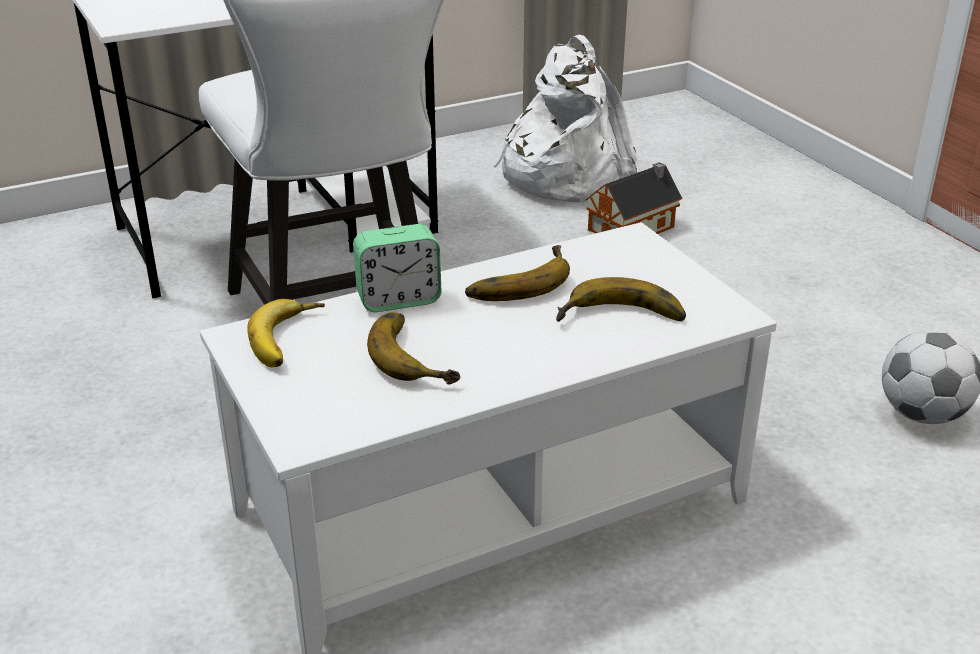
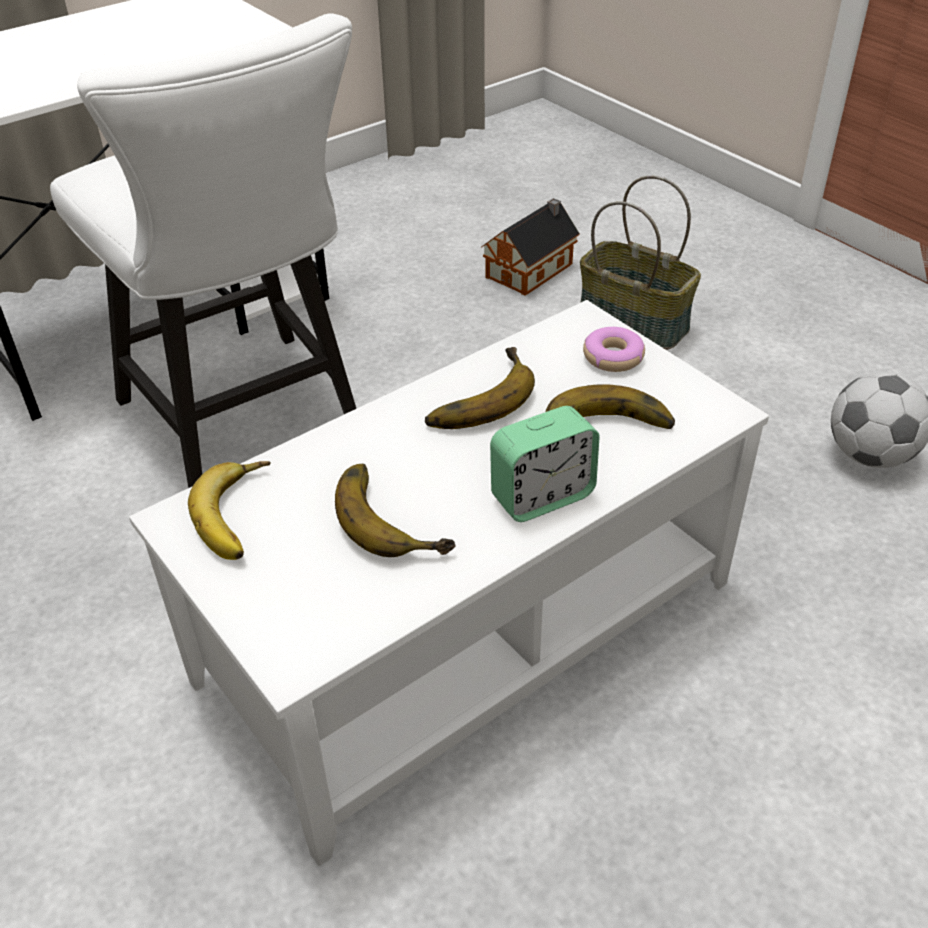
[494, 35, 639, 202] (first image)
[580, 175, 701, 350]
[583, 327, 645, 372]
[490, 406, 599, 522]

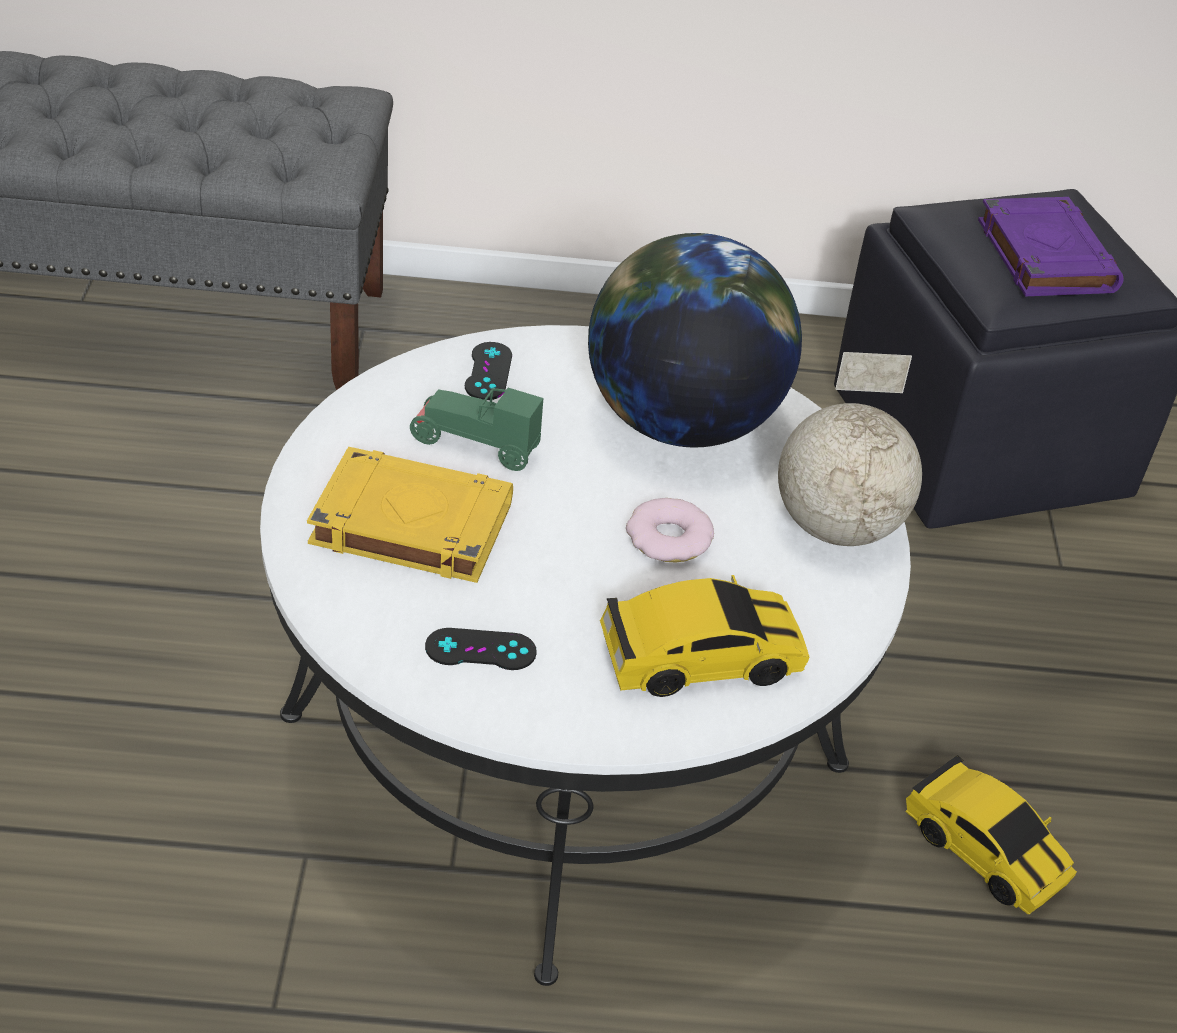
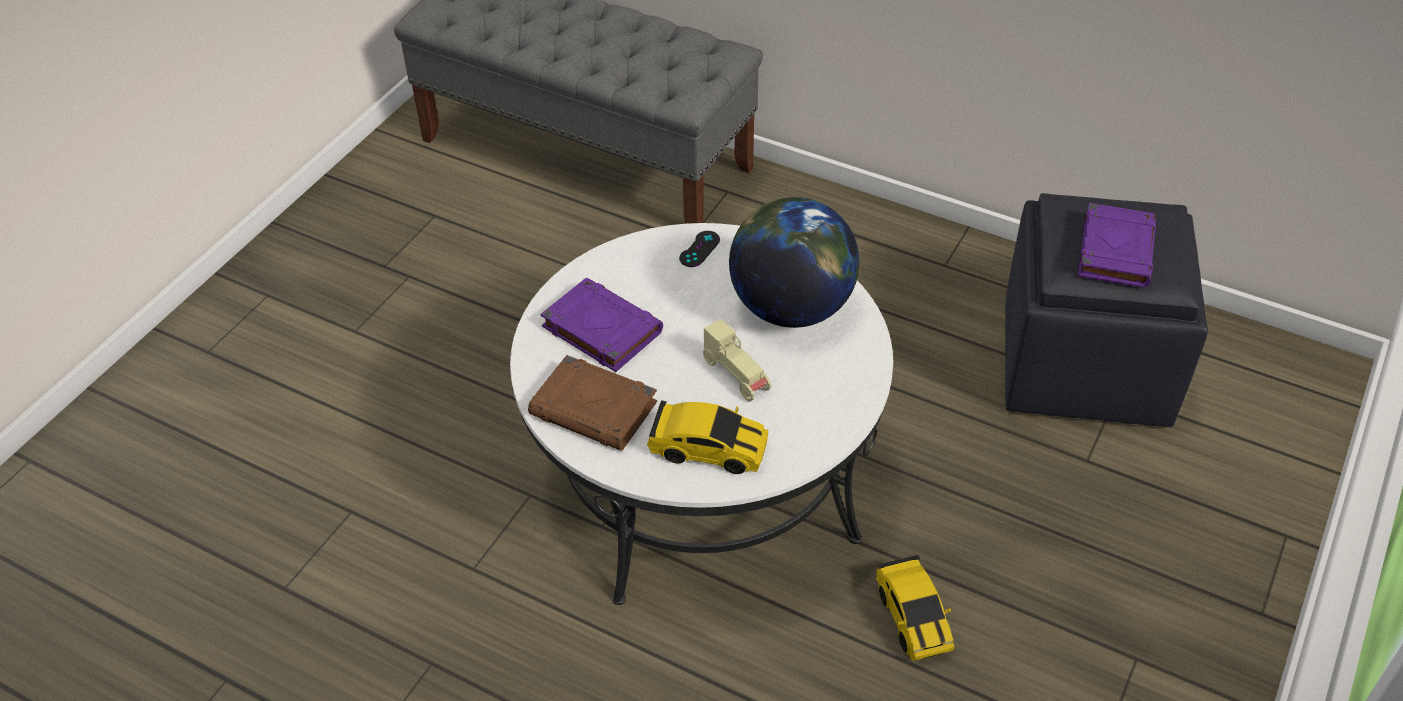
[410, 388, 543, 471] (first image)
[778, 352, 922, 546] (first image)
[528, 355, 657, 451]
[703, 319, 771, 402]
[540, 277, 663, 372]

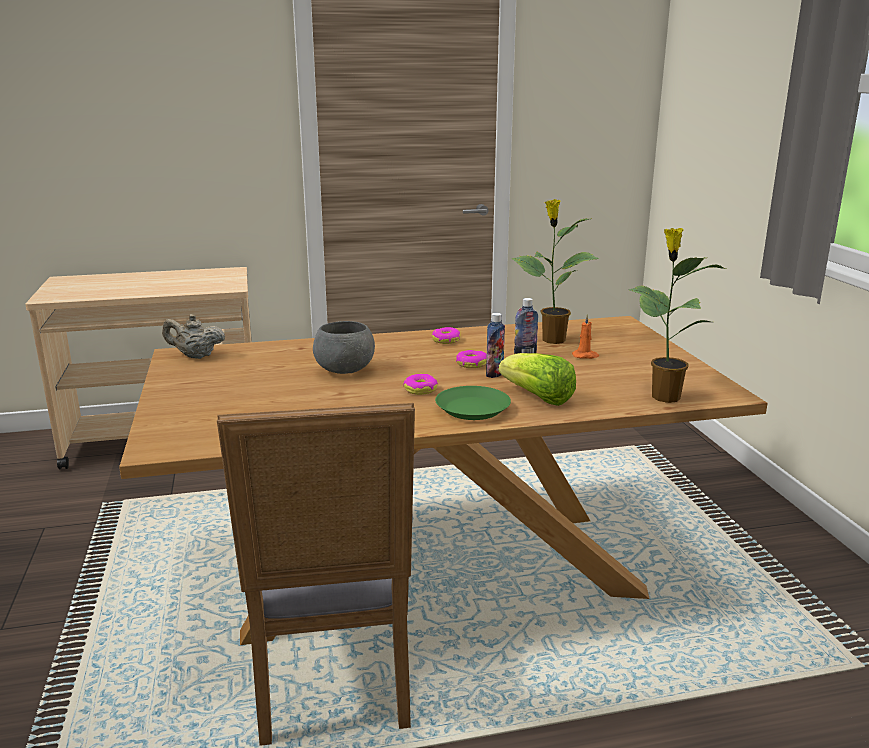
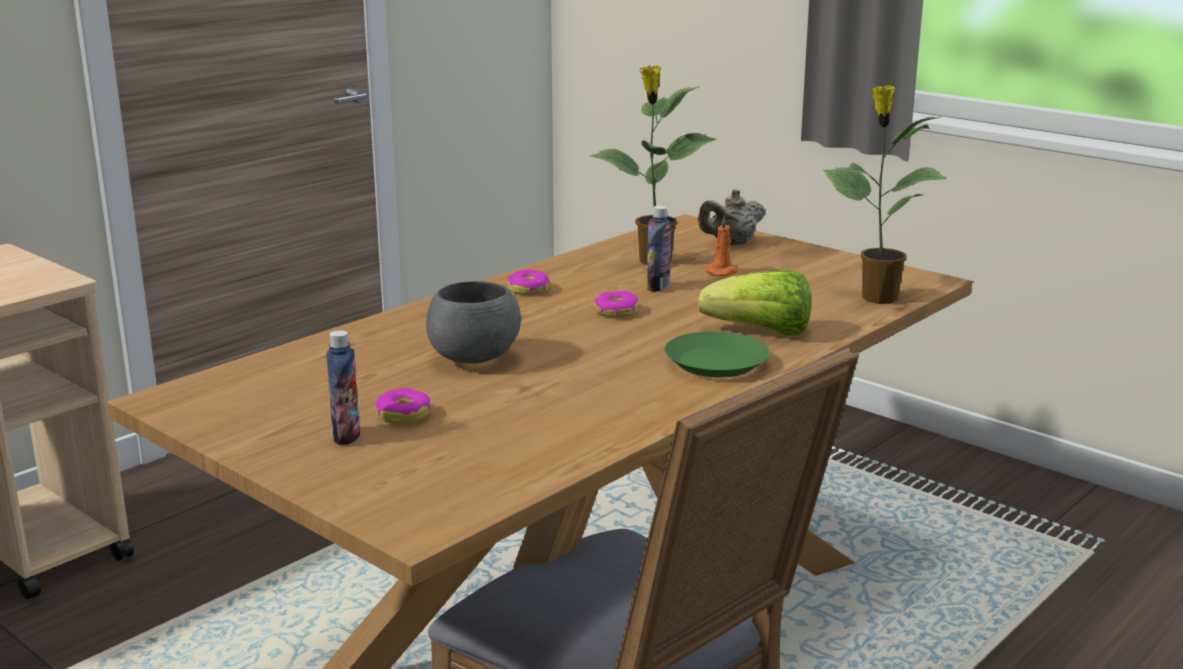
[698, 189, 765, 245]
[375, 388, 431, 424]
[326, 330, 360, 445]

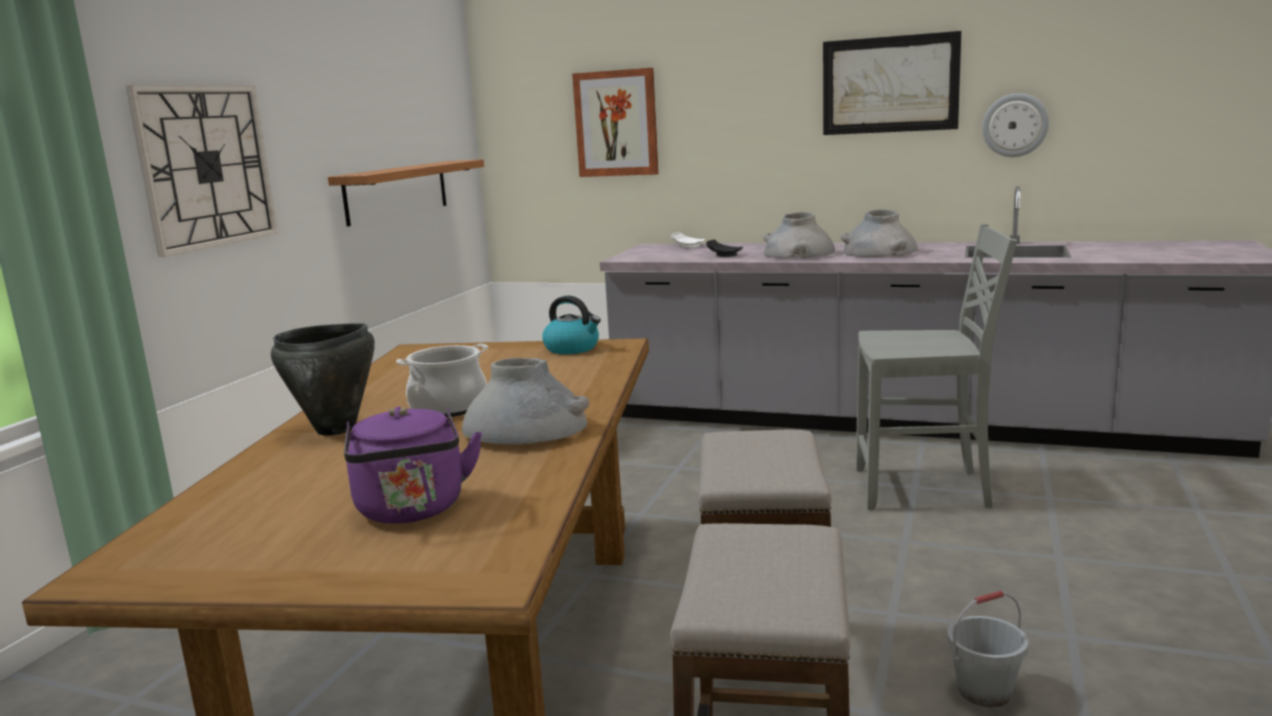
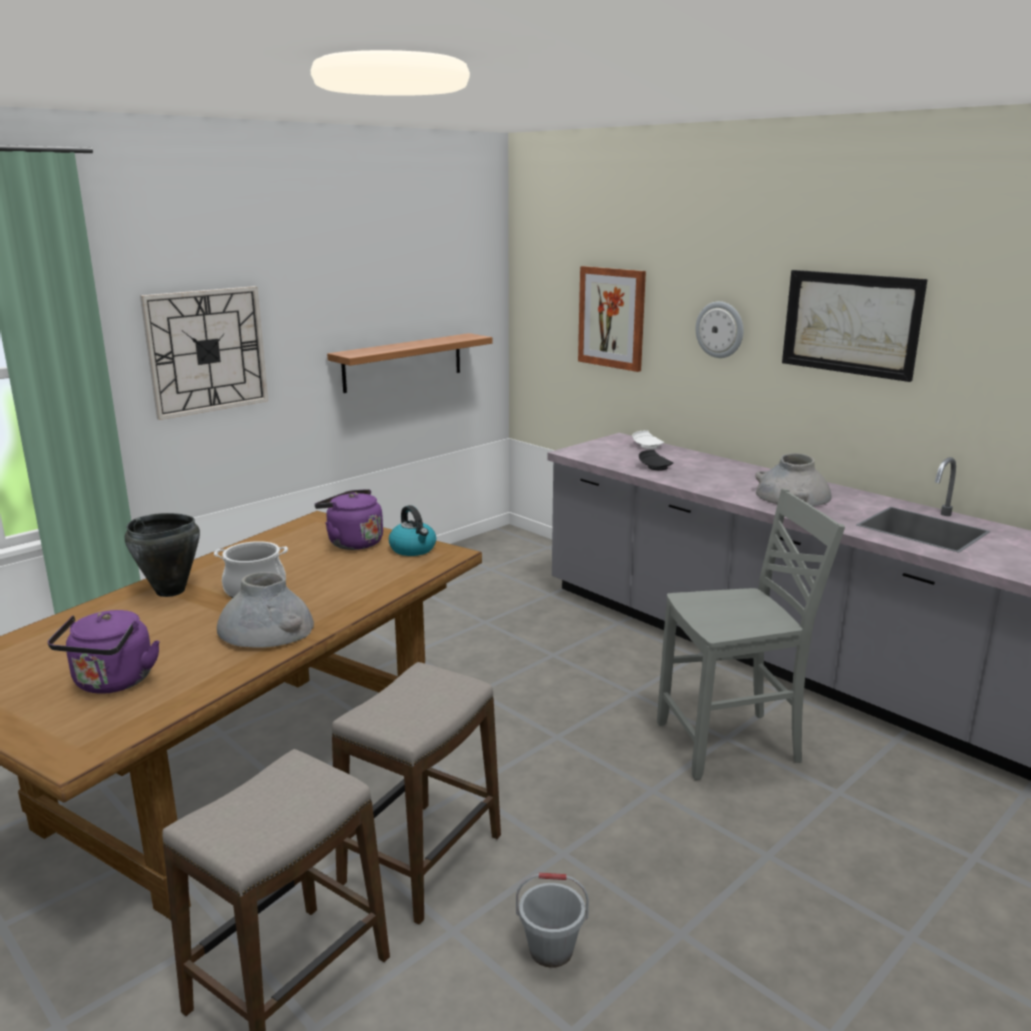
[764, 212, 835, 258] (first image)
[315, 489, 383, 550]
[696, 301, 744, 358]
[657, 489, 845, 780]

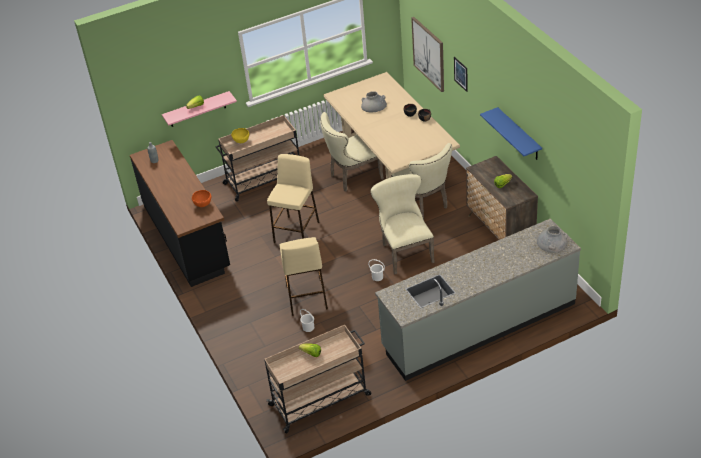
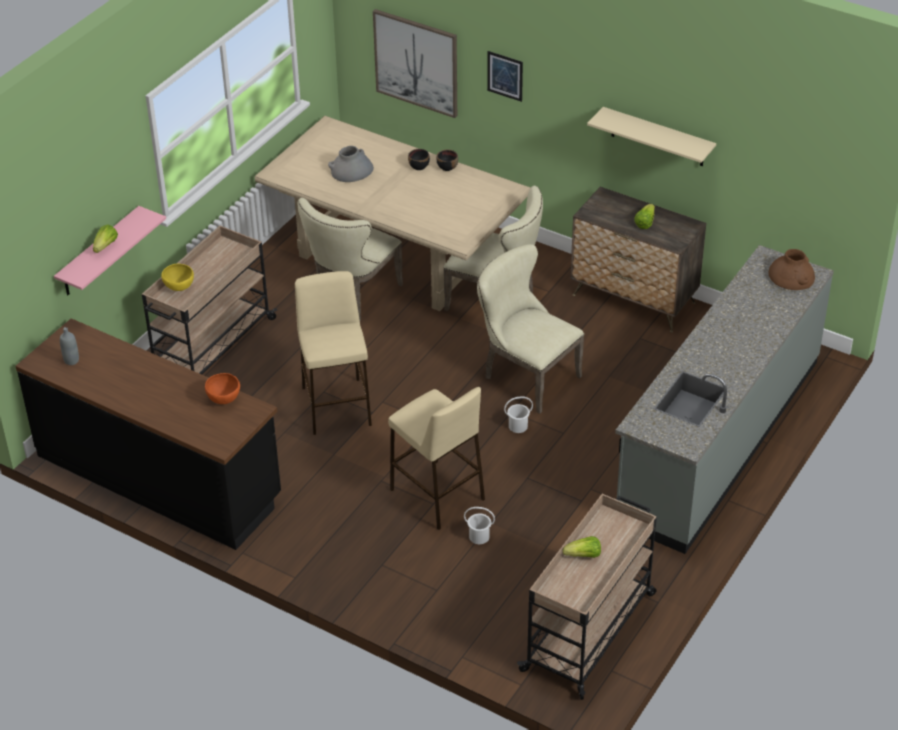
[587, 107, 716, 166]
[768, 249, 815, 290]

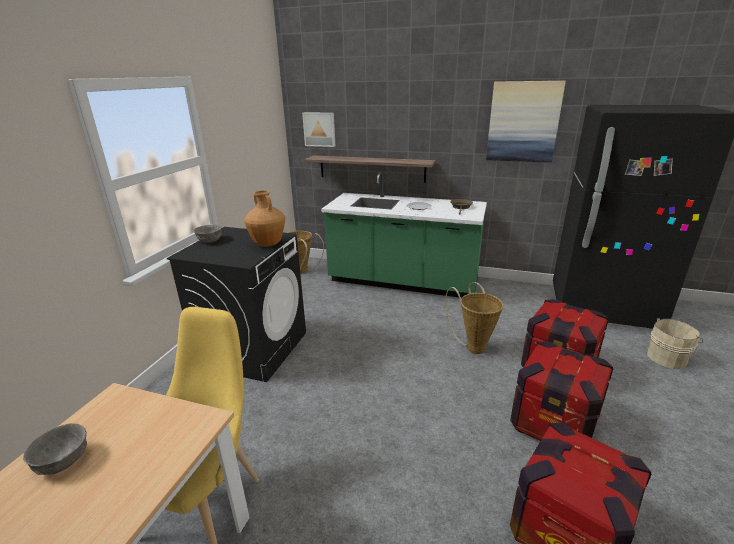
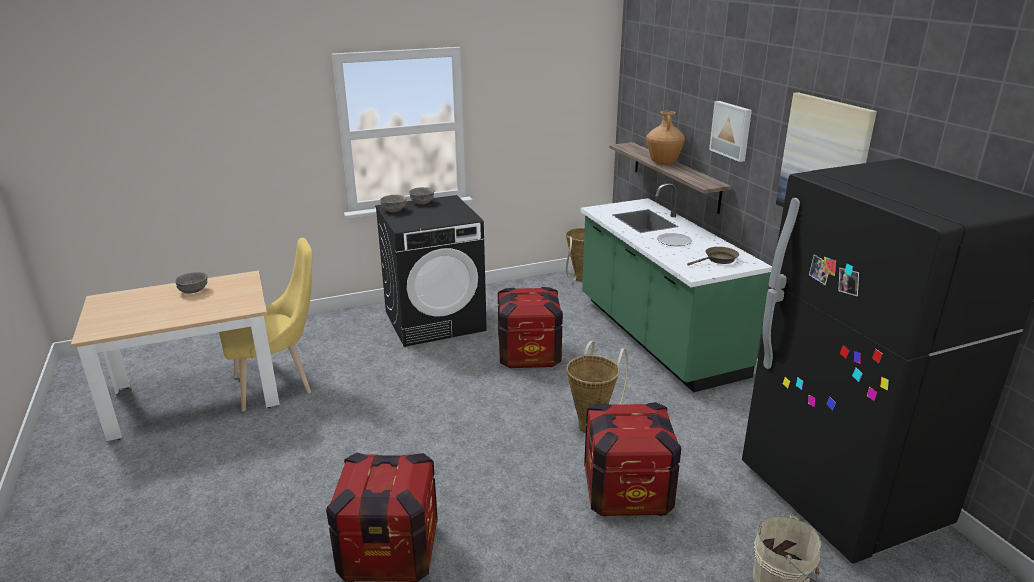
[380, 195, 407, 212]
[646, 111, 685, 165]
[709, 101, 752, 162]
[498, 287, 563, 368]

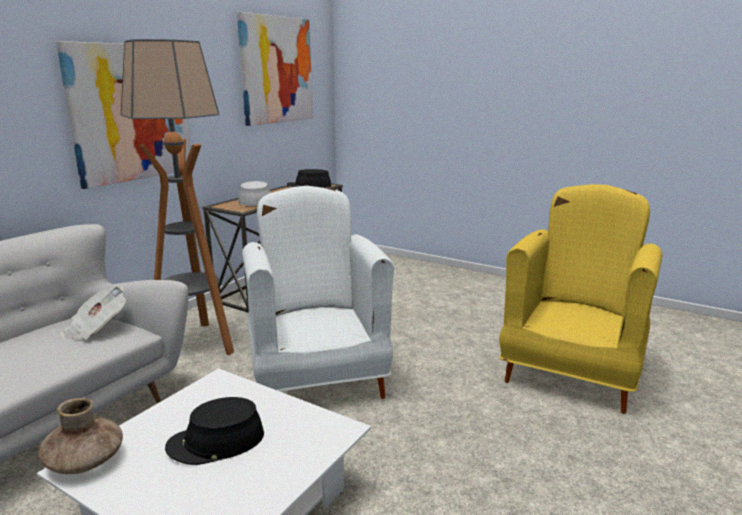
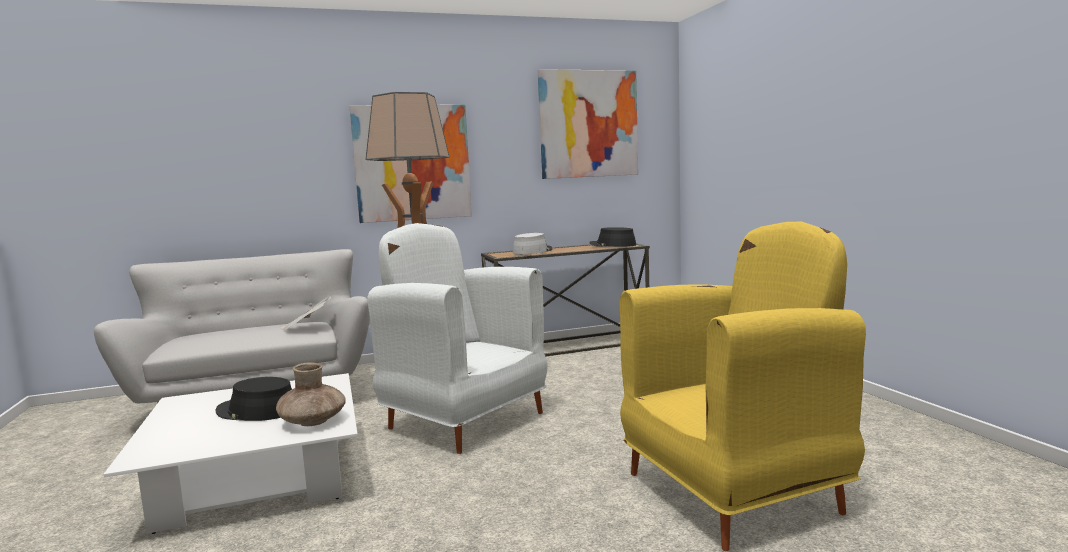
[276, 362, 346, 426]
[367, 223, 548, 454]

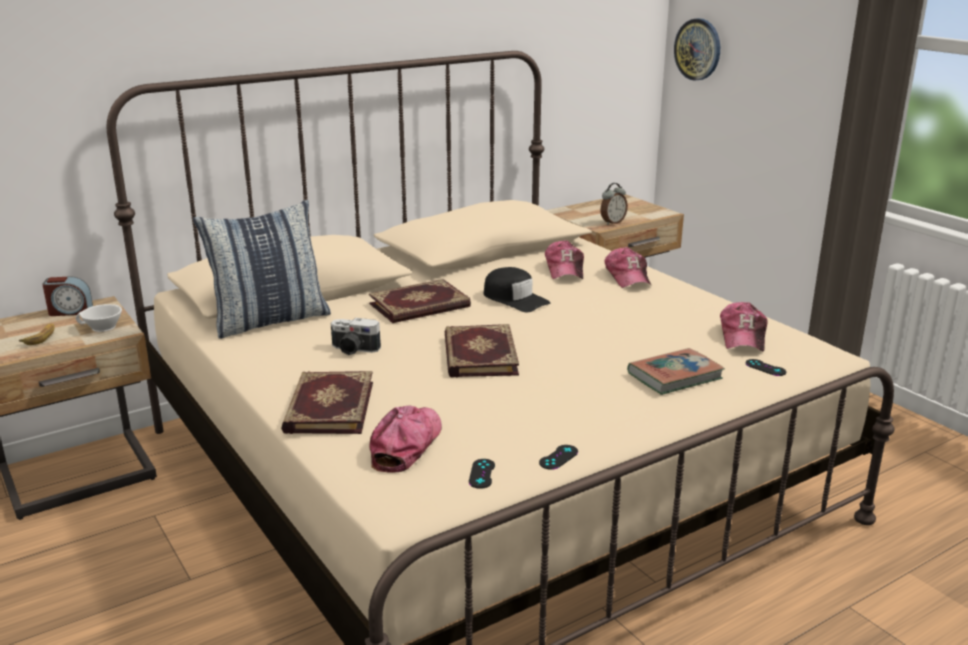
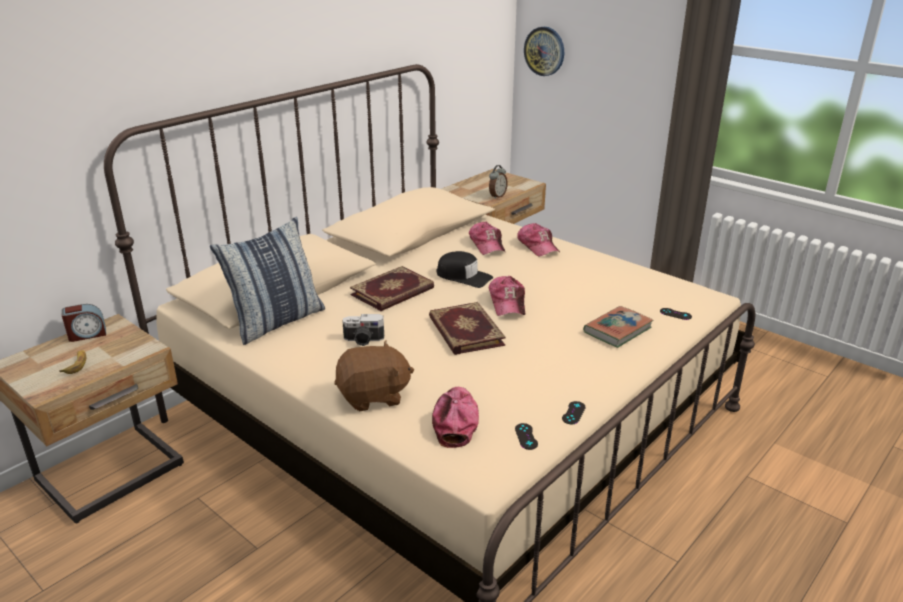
[76, 304, 122, 332] (first image)
[489, 276, 525, 316]
[334, 340, 414, 411]

